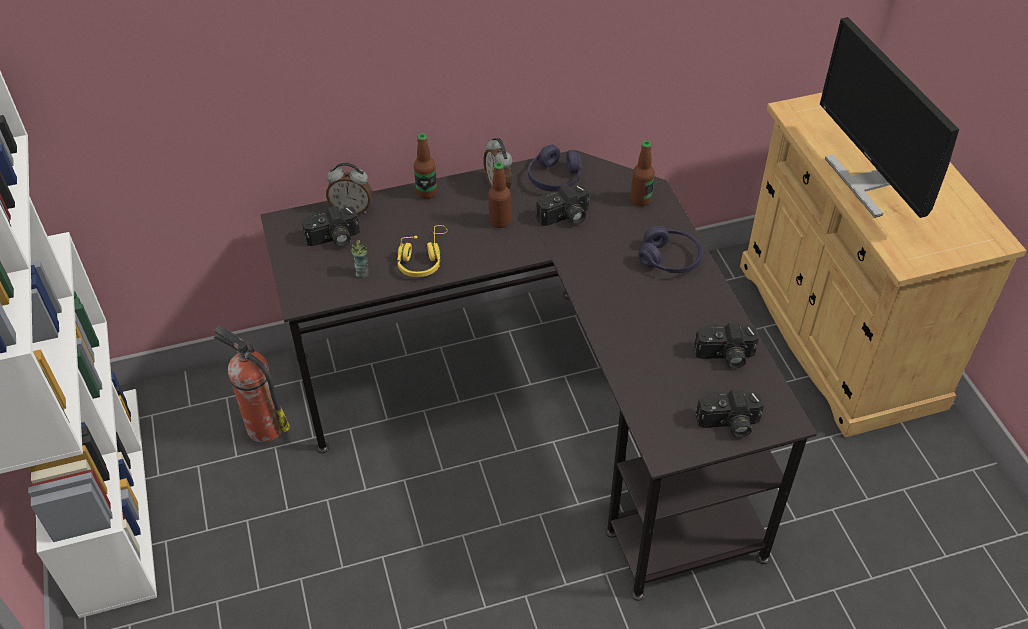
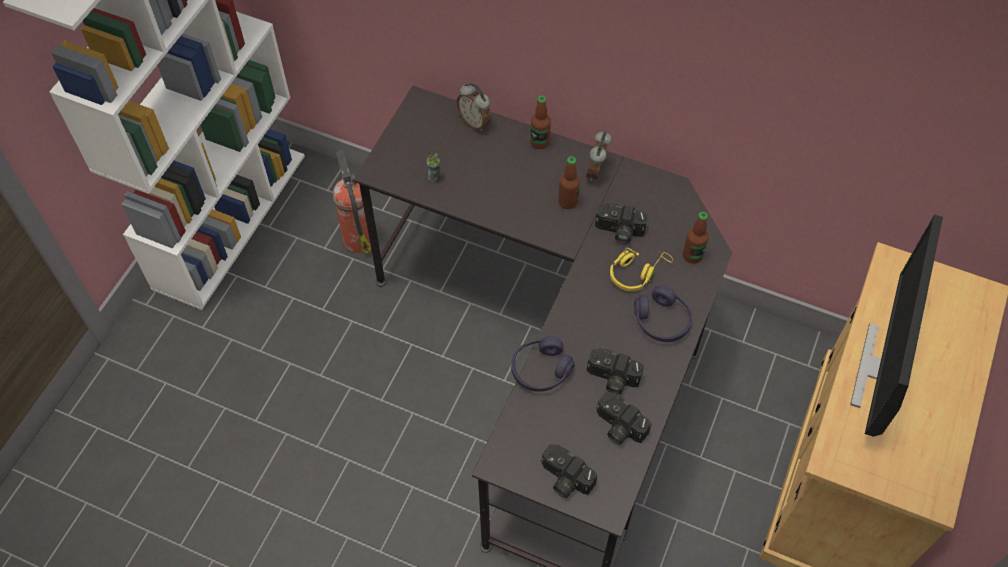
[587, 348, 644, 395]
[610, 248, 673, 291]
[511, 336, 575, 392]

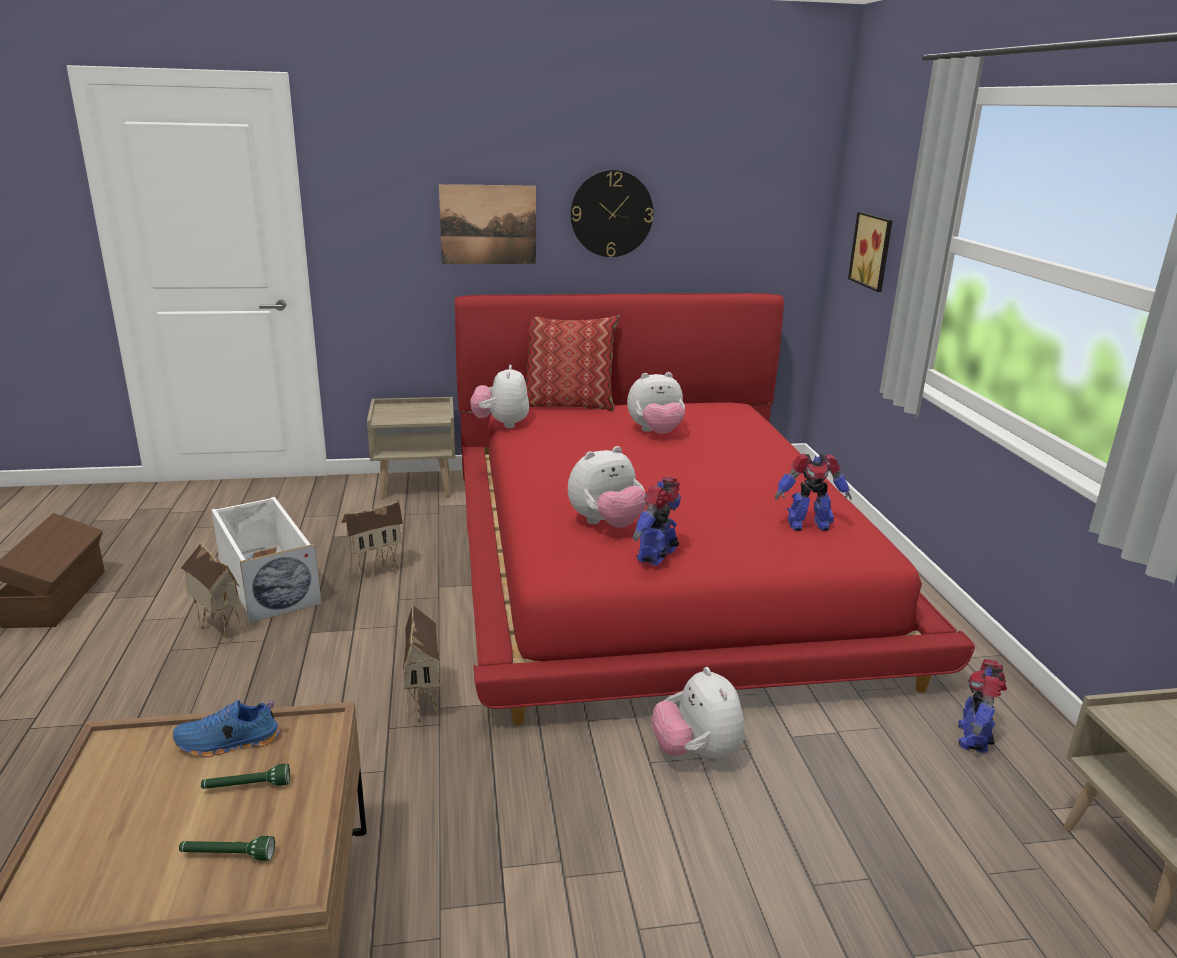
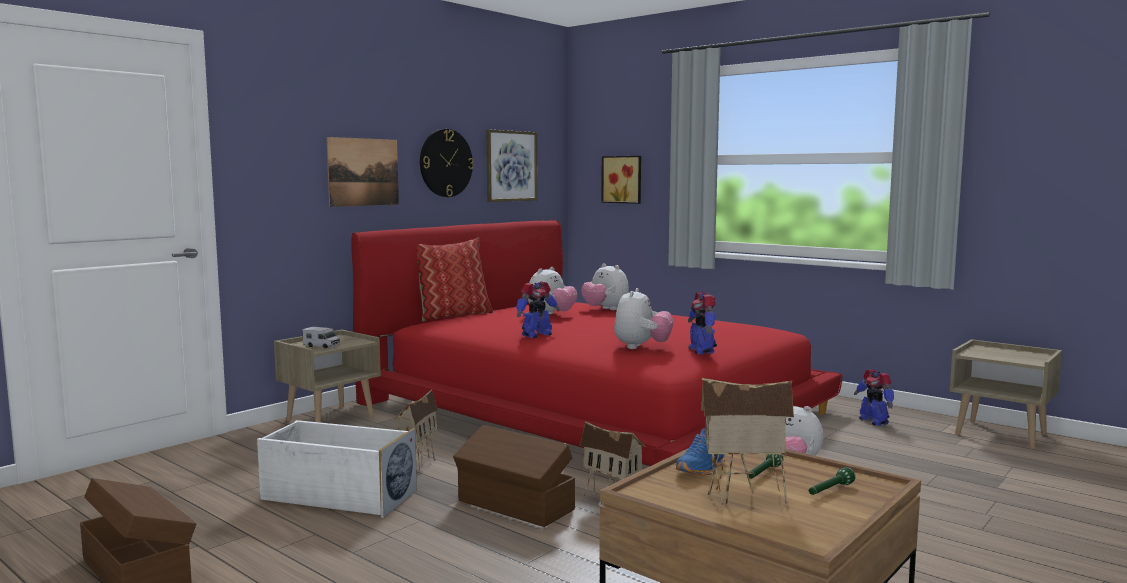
[303, 327, 340, 349]
[453, 425, 575, 527]
[486, 129, 538, 202]
[701, 378, 794, 505]
[581, 264, 629, 310]
[516, 282, 559, 338]

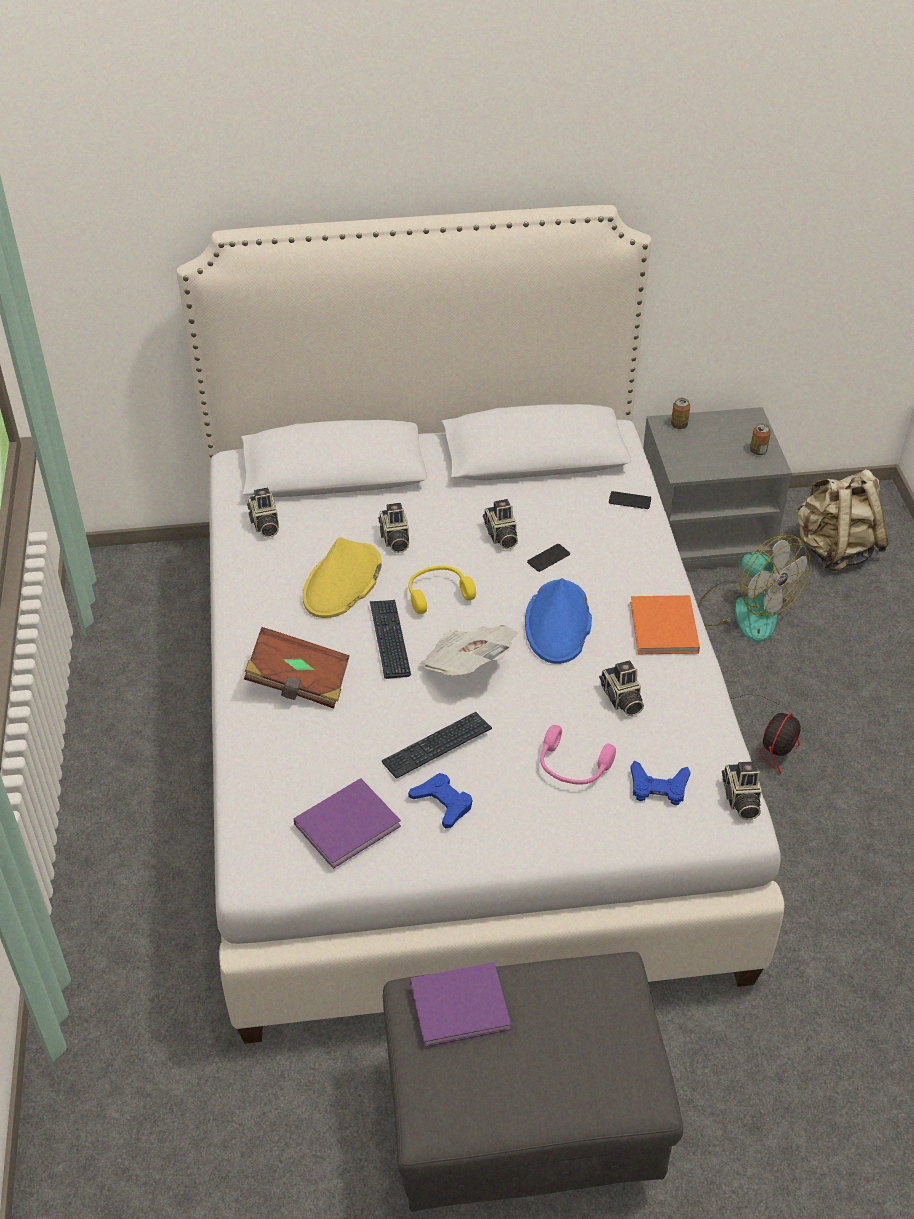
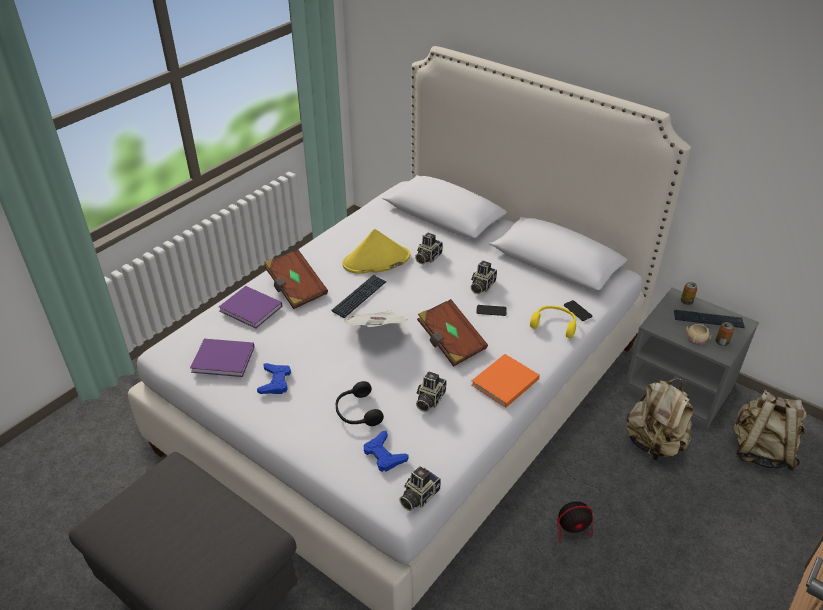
[247, 488, 279, 538] (first image)
[686, 324, 711, 345]
[674, 310, 745, 328]
[530, 306, 576, 338]
[219, 286, 283, 329]
[417, 299, 488, 367]
[626, 378, 694, 461]
[336, 381, 384, 426]

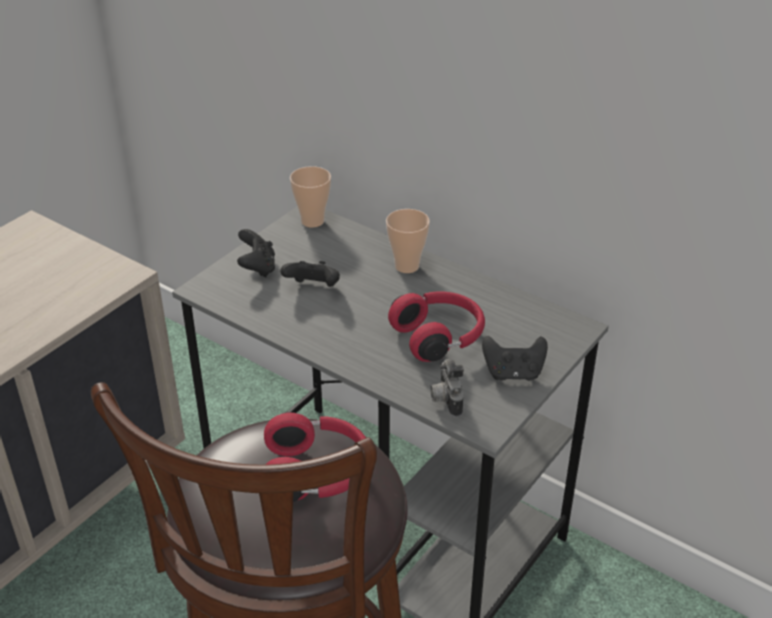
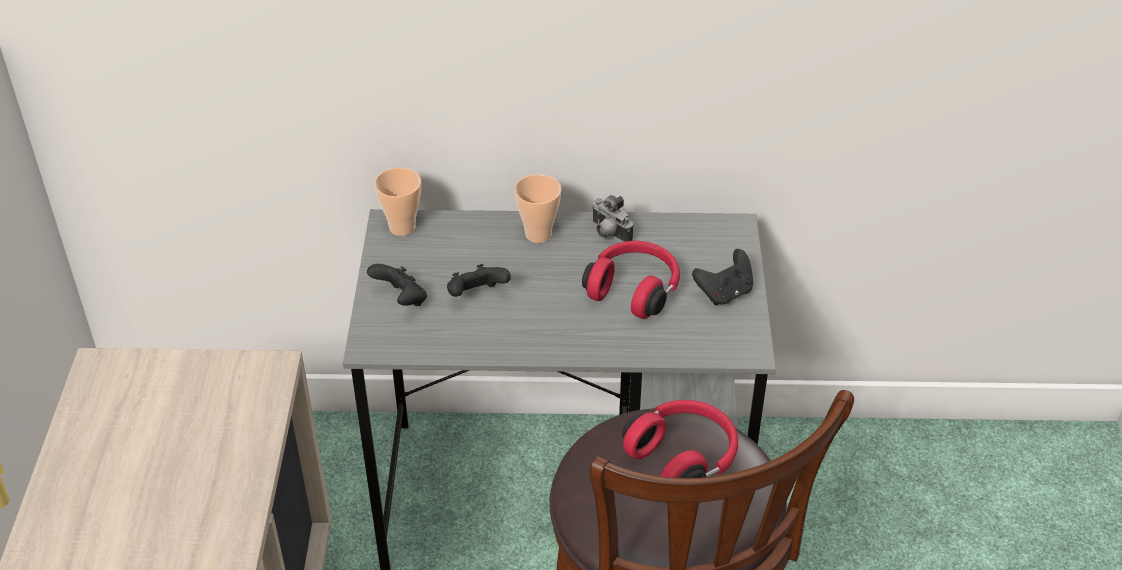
[592, 195, 633, 242]

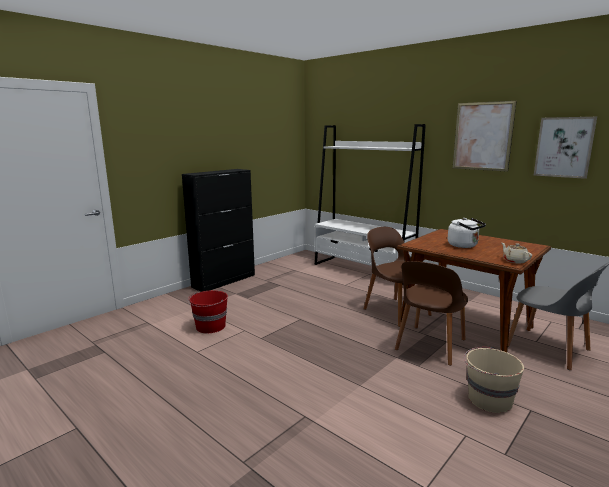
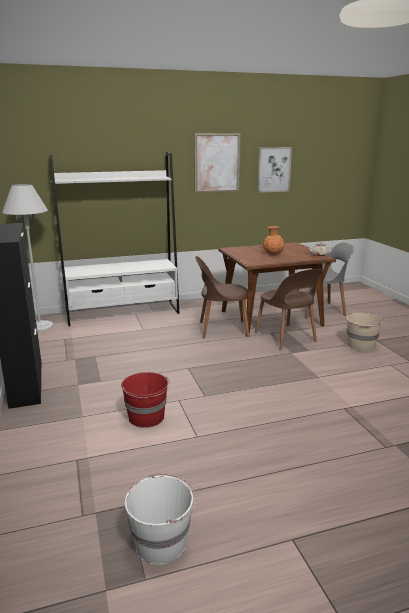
[2, 184, 53, 332]
[125, 474, 196, 565]
[263, 226, 285, 255]

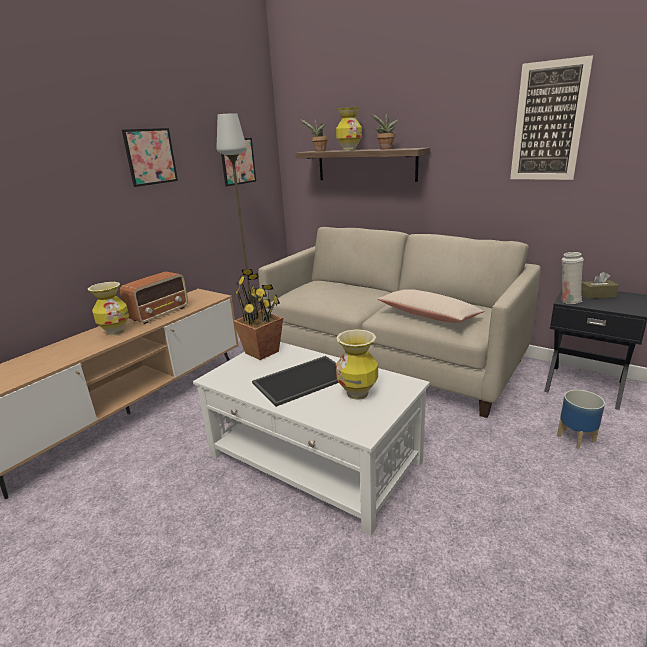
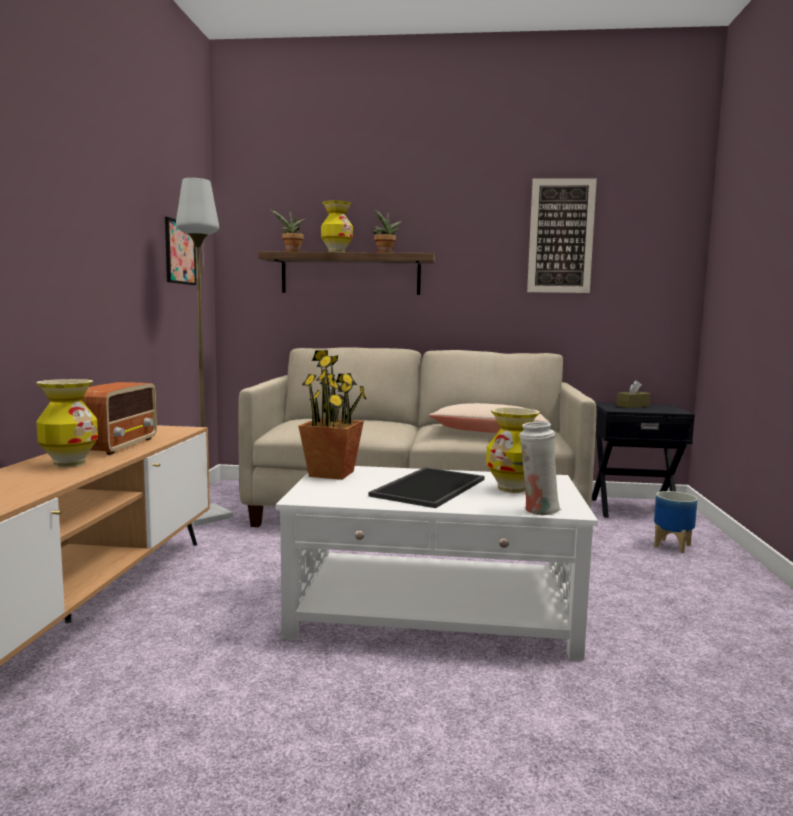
[122, 128, 178, 187] (first image)
[519, 421, 562, 516]

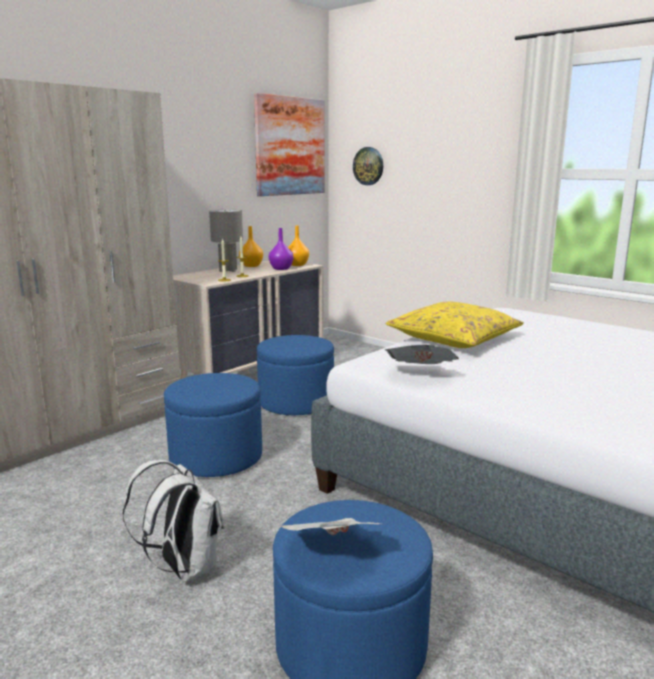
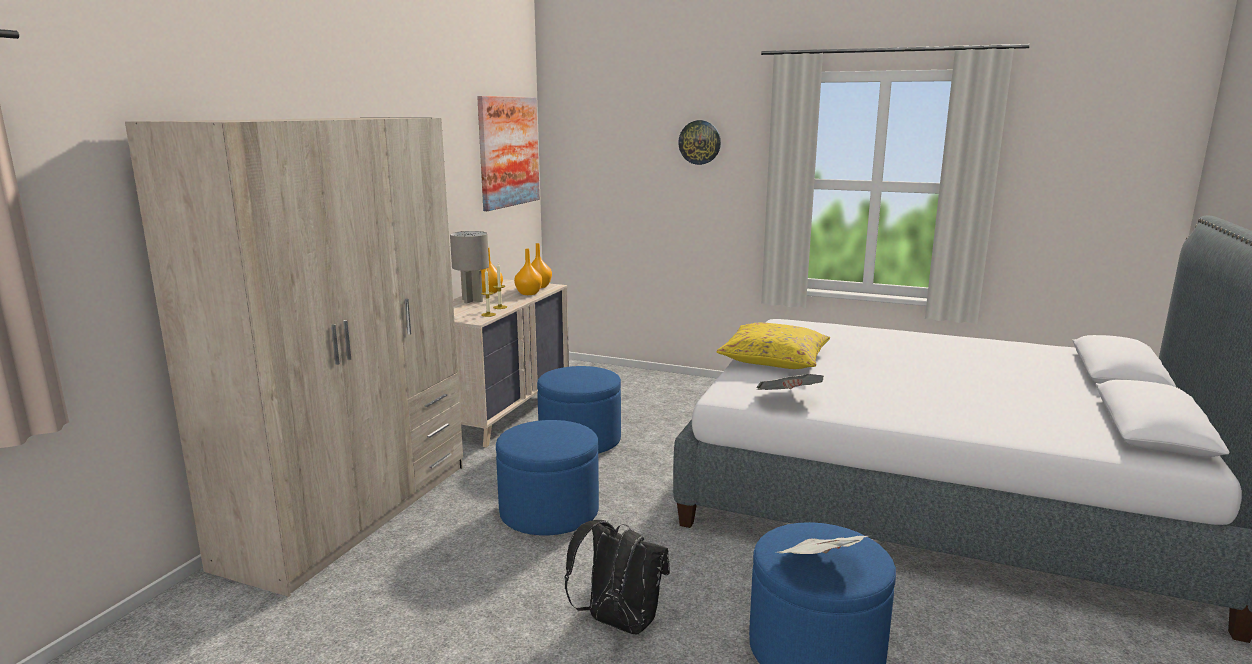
[678, 120, 721, 165]
[565, 520, 670, 634]
[514, 249, 542, 295]

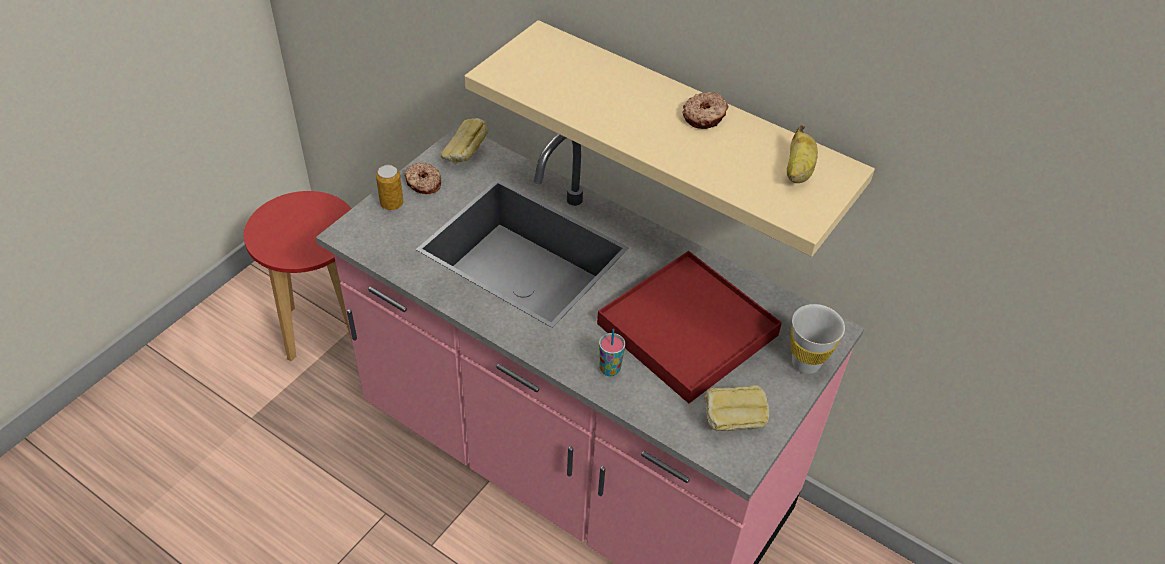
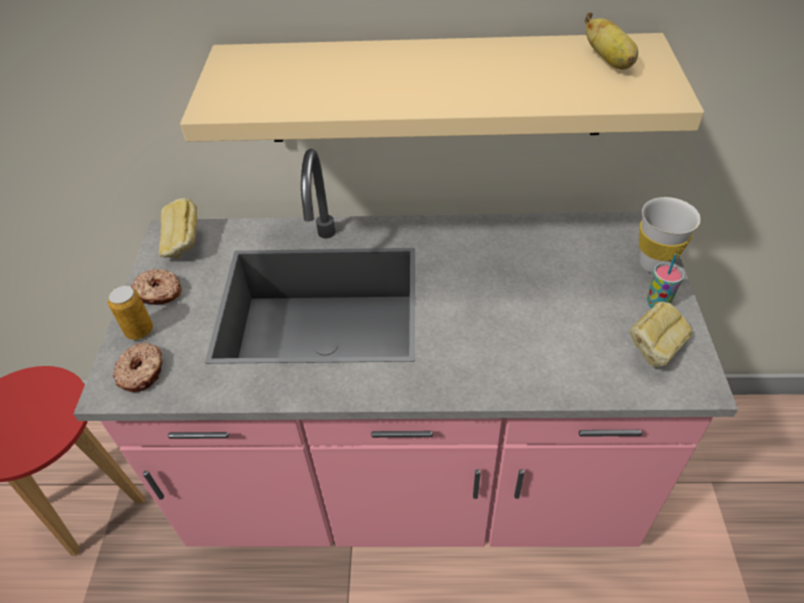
[597, 251, 782, 403] (first image)
[647, 254, 685, 308]
[113, 342, 163, 392]

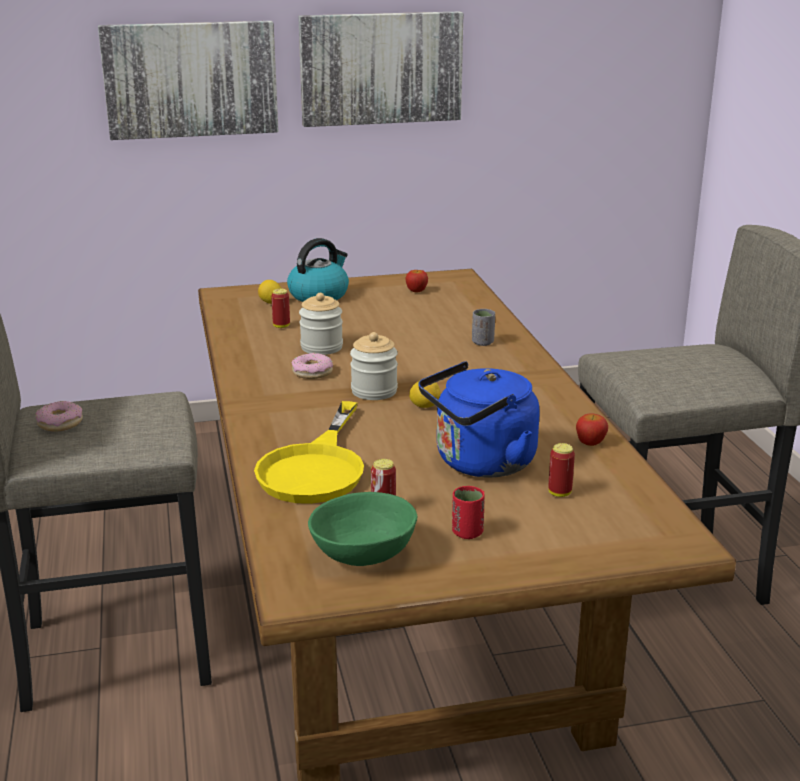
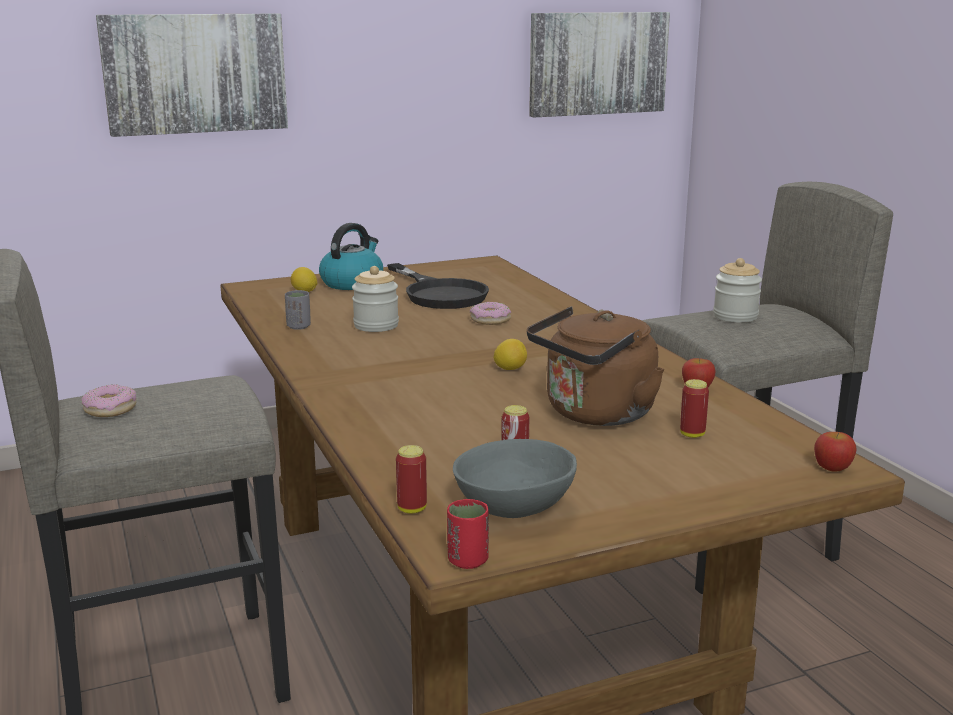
[254, 401, 364, 504] (first image)
[387, 263, 489, 309]
[396, 445, 427, 513]
[470, 302, 511, 325]
[529, 12, 670, 117]
[713, 258, 762, 323]
[814, 432, 857, 472]
[447, 499, 489, 569]
[285, 290, 311, 330]
[453, 439, 577, 518]
[527, 306, 664, 426]

